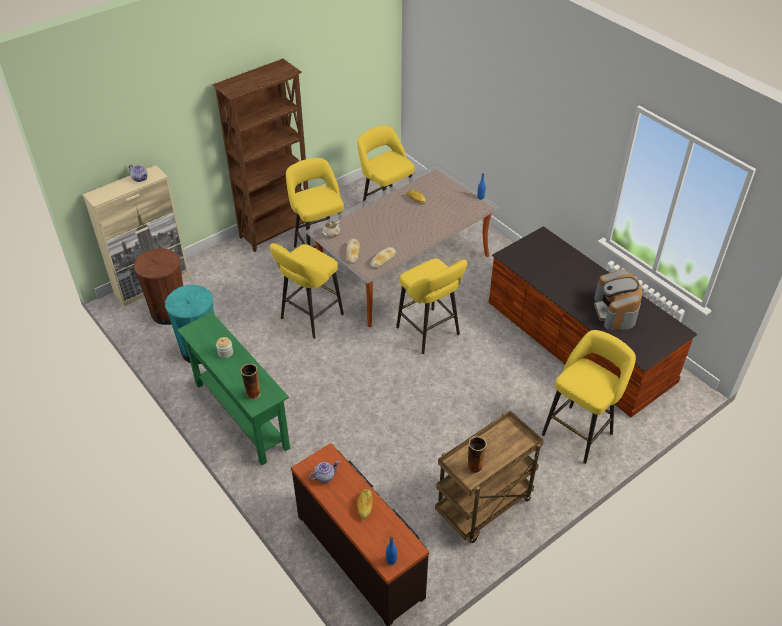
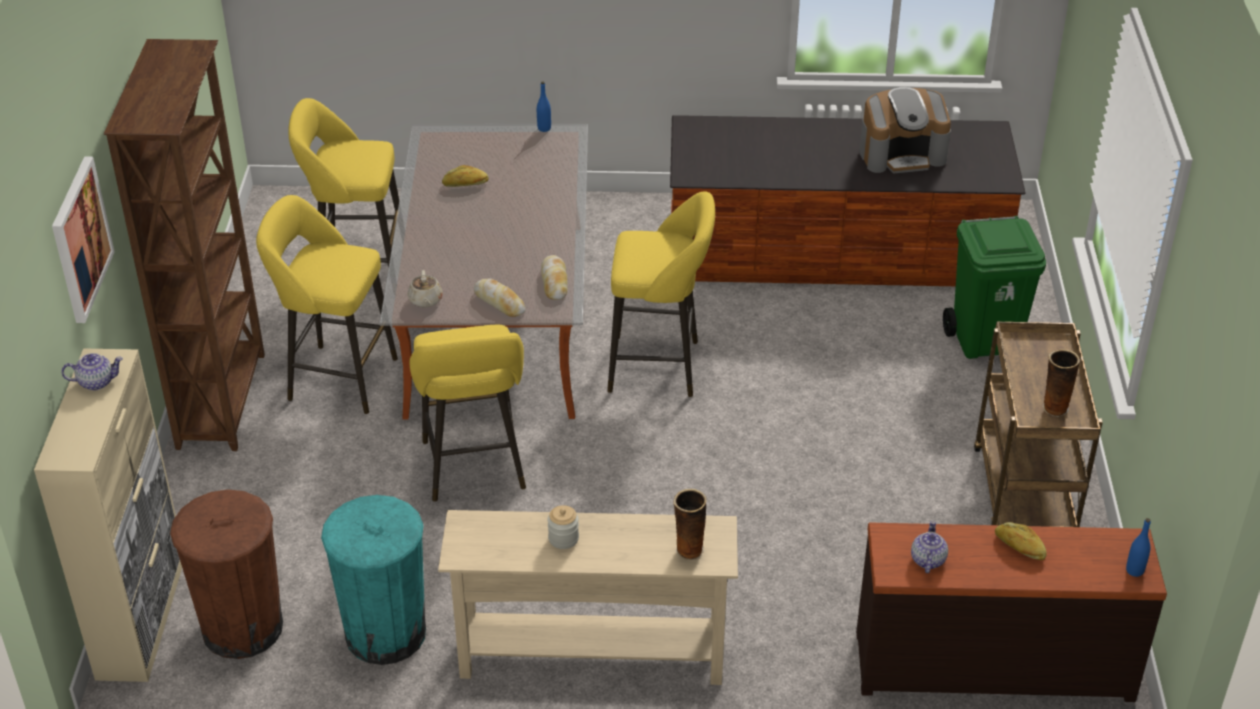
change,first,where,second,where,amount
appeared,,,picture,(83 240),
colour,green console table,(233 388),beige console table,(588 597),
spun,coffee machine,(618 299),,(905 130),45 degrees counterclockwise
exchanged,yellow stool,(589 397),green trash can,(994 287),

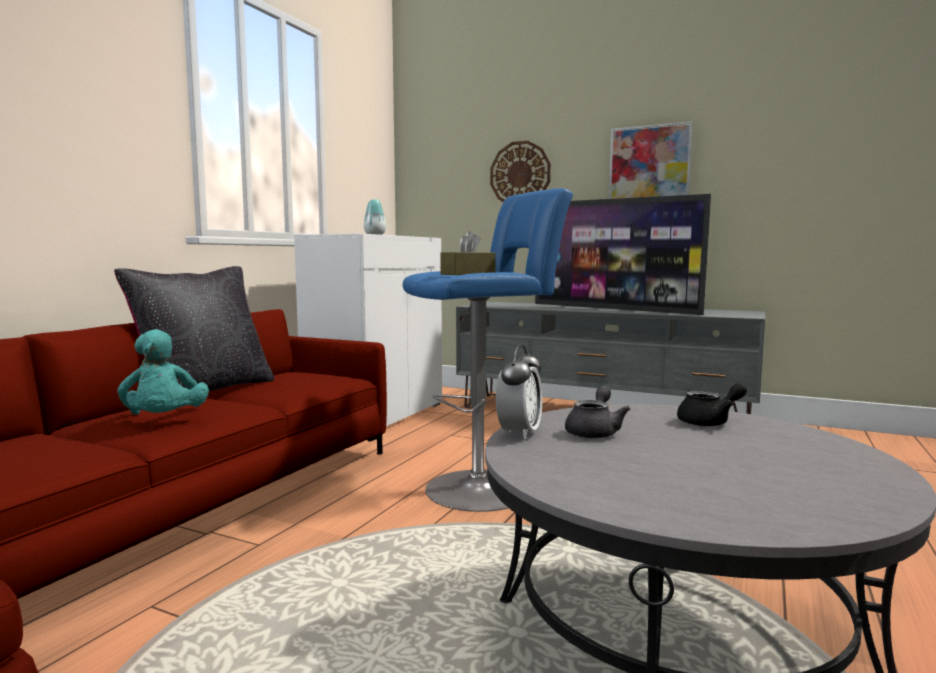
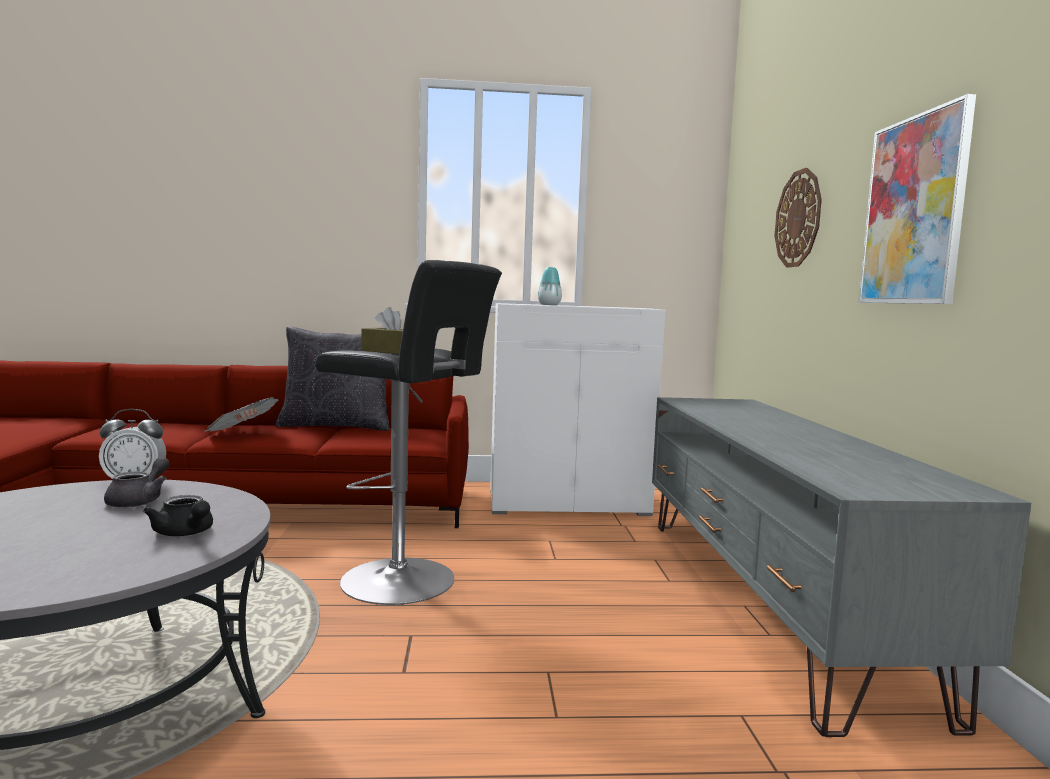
change,first,where,second,where,amount
spun,grey teapot,(597 412),,(137 482),75 degrees counterclockwise
exchanged,turquoise plush toy,(163 372),newspaper,(241 414),
colour,blue stool,(488 350),black stool,(408 432),
missing,television,(623 254),,,

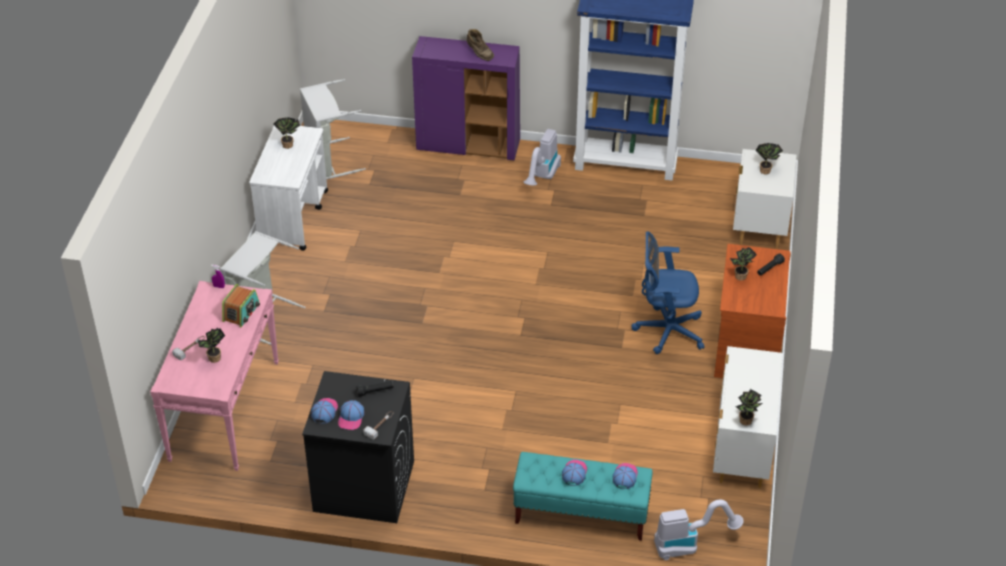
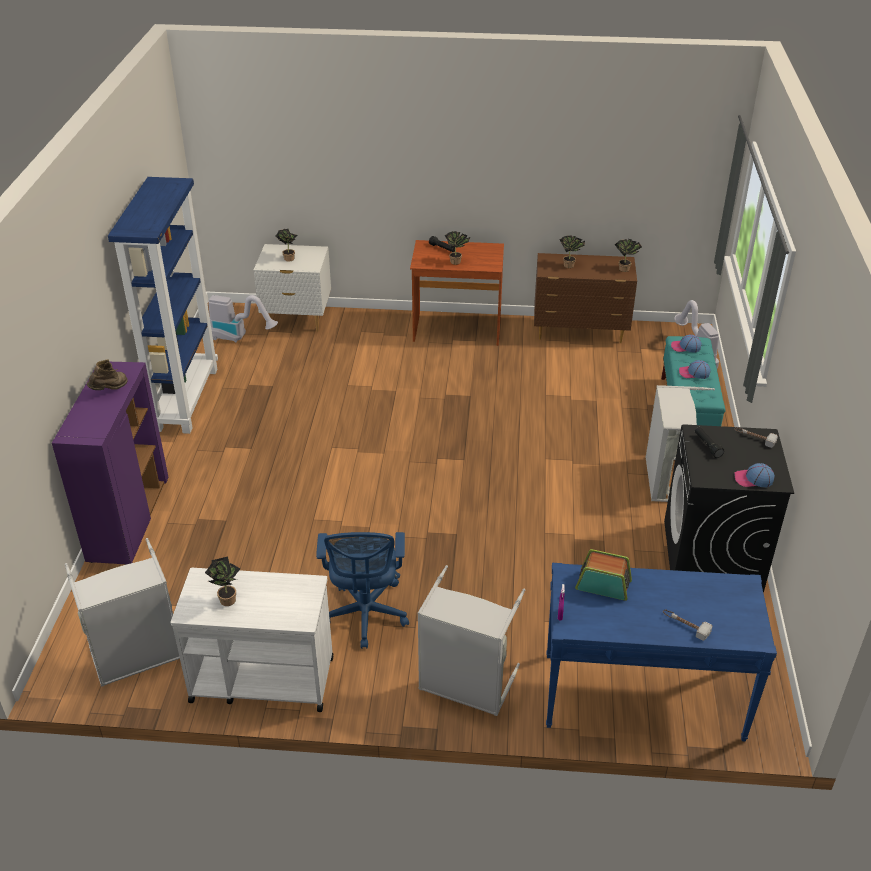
change,first,where,second,where,amount
relocated,vacuum cleaner,(542 157),,(243 318),
relocated,blue office chair,(667 293),,(362 590),
colour,white dresser,(748 417),brown dresser,(585 298),
colour,pink console table,(214 376),blue console table,(661 652),
relocated,potted plant,(211 345),,(572 251),
appeared,,,grey laundry basket,(680 443),
missing,cap,(351 415),,,

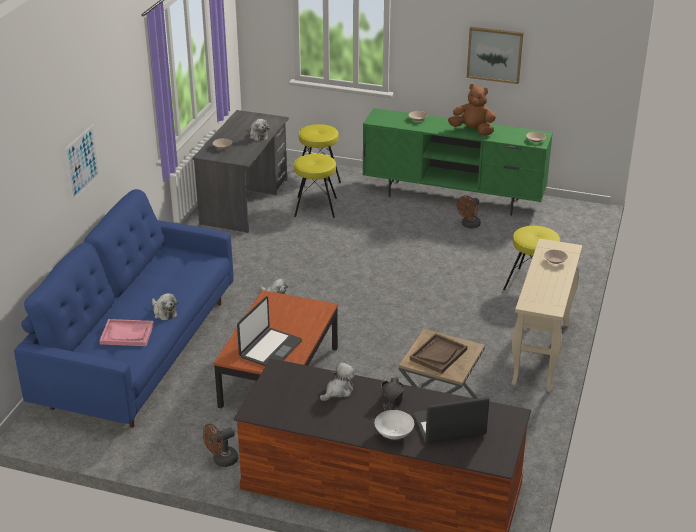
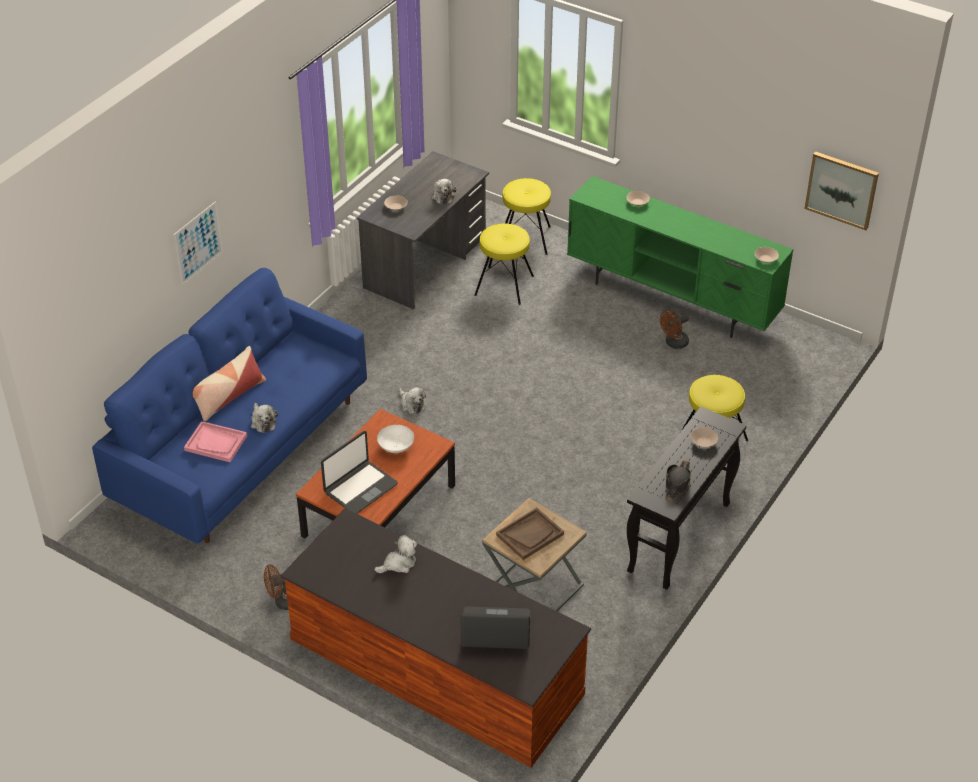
change,first,where,second,where,amount
appeared,,,pillow,(229 383),
relocated,white bowl,(394 424),,(395 439),
colour,beige console table,(547 315),black console table,(687 498),
relocated,black hat,(392 394),,(678 481),
relocated,picture,(495 55),,(842 190),
missing,brown plush toy,(472 110),,,

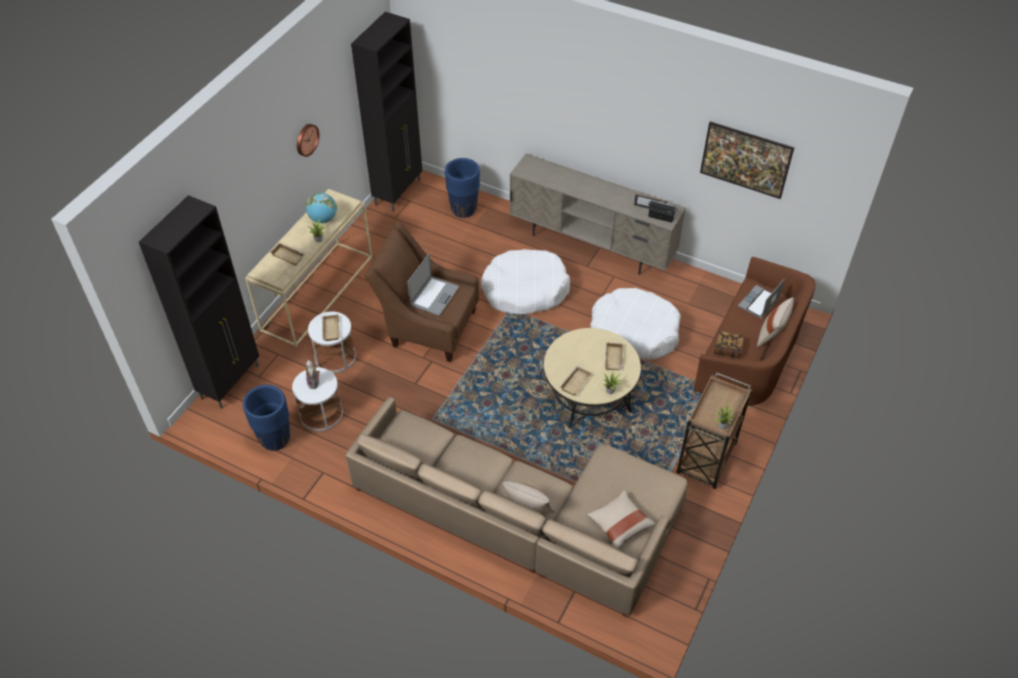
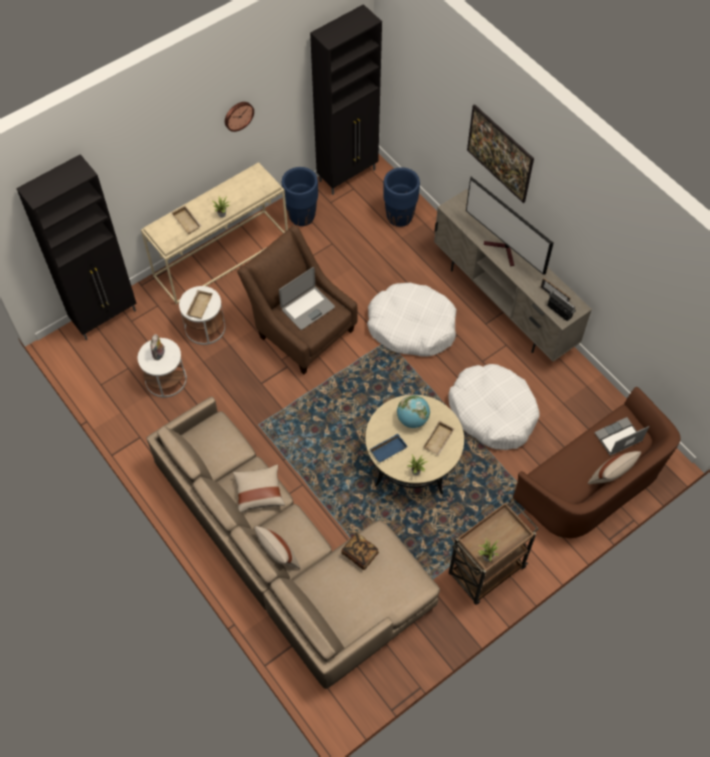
change,first,where,second,where,amount
relocated,beige pillow,(621 519),,(259 488),
relocated,blue planter,(266 418),,(300 196),
relocated,book,(729 344),,(360 551),
colour,beige tray,(575 381),blue tray,(388 448),
relocated,globe,(321 208),,(413 411),
appeared,,,television,(510 225),
relocated,picture,(747 160),,(500 153),

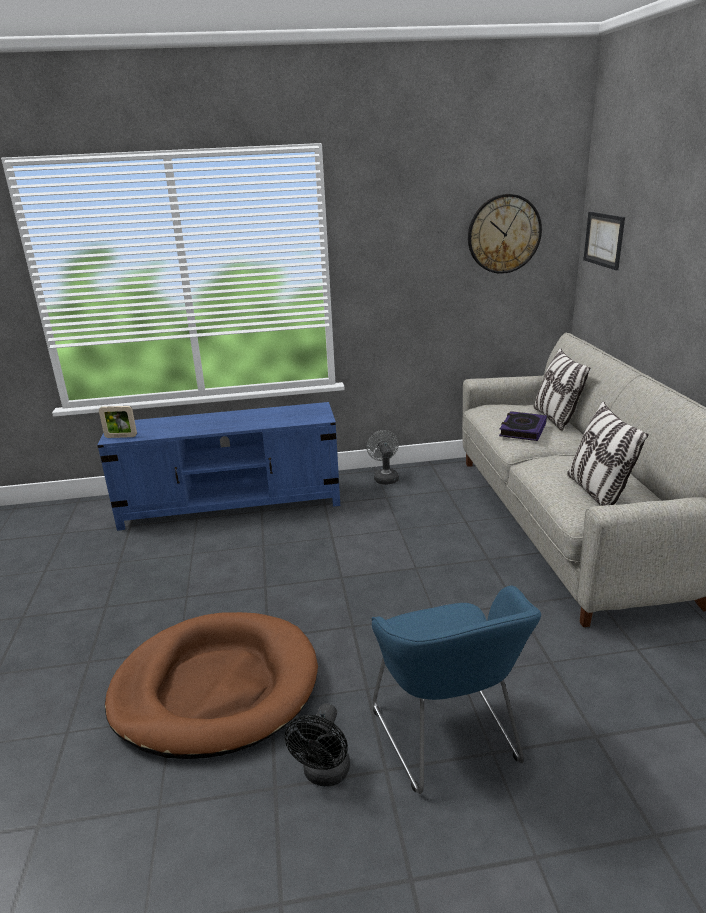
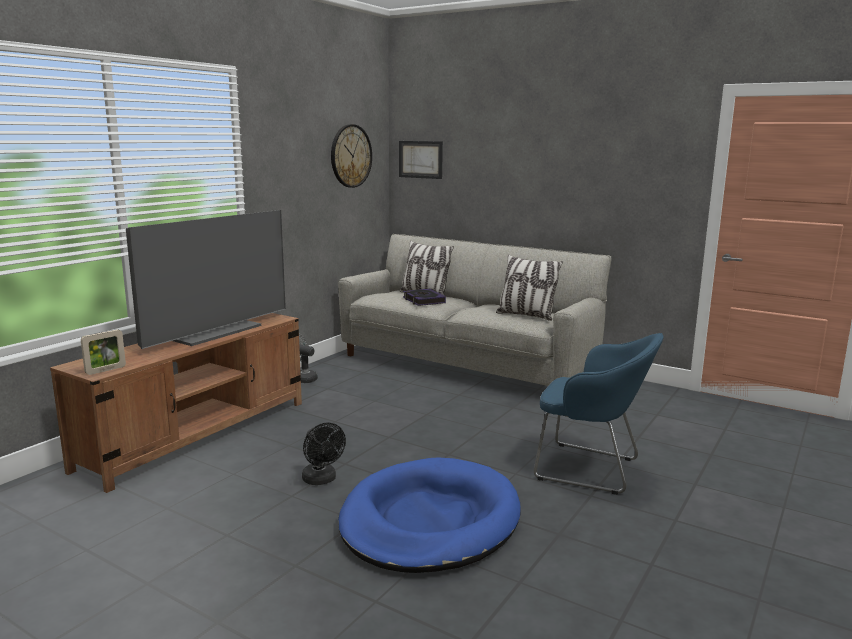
change,first,where,second,where,amount
colour,blue tv stand,(218 466),brown tv stand,(176 403),
appeared,,,television,(206 279),
relocated,black fan,(317 744),,(324 453),
colour,brown dog bed,(211 685),blue dog bed,(429 515),

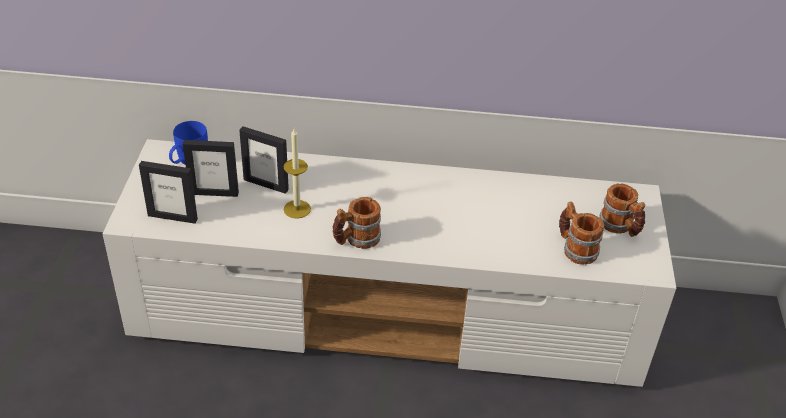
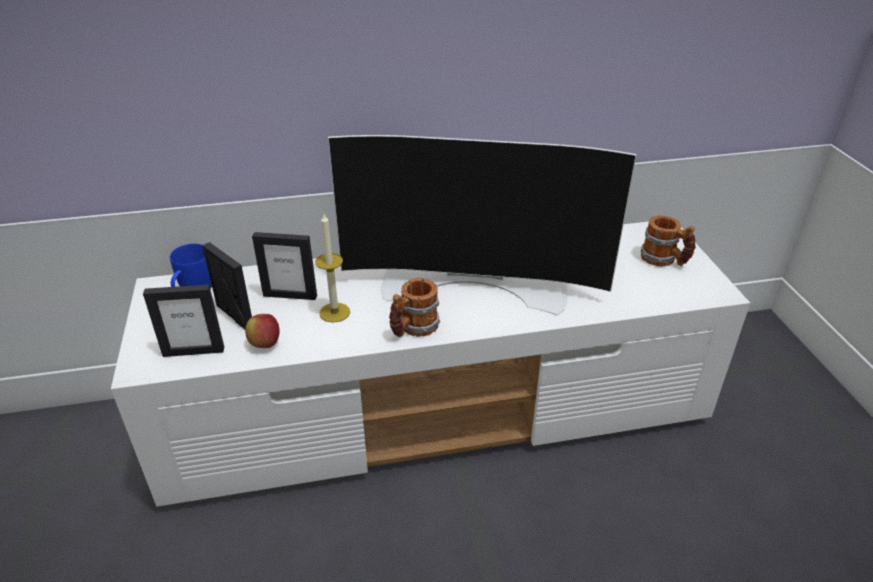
change,first,where,second,where,amount
spun,picture frame,(211 168),,(227 285),120 degrees counterclockwise
appeared,,,apple,(262 331),
appeared,,,television,(482 225),
missing,mug,(581 233),,,

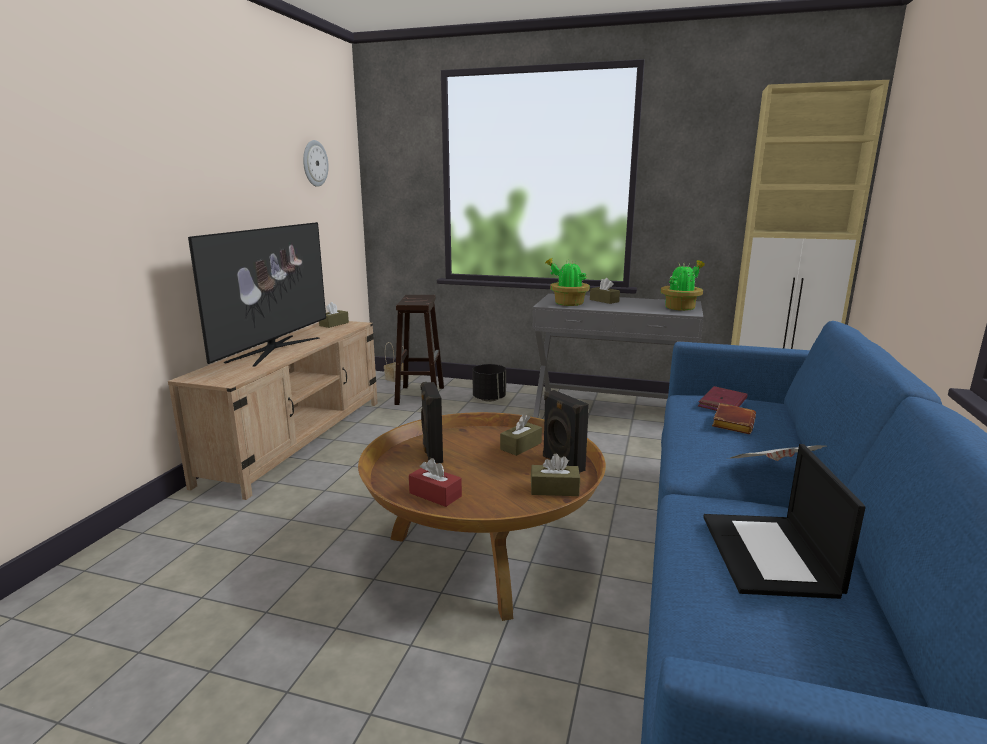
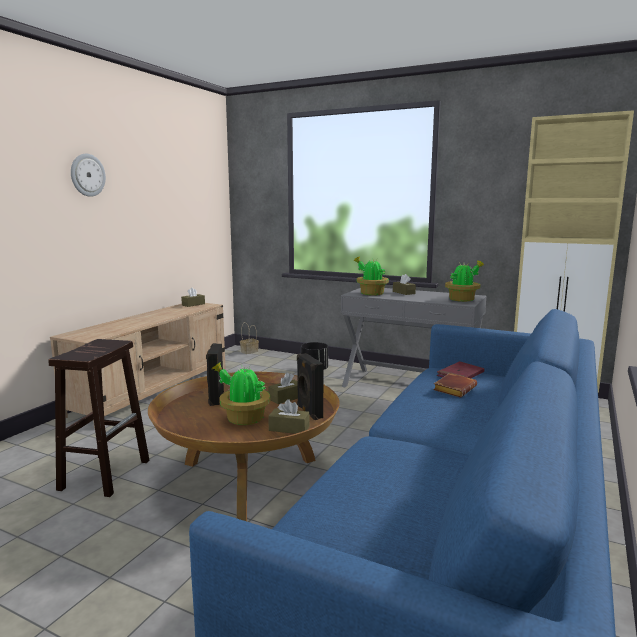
change,first,where,second,where,amount
relocated,brown stool,(419 350),,(98 418),
relocated,wall clock,(316 163),,(88 175),
appeared,,,potted plant,(241 393),
missing,television,(257 294),,,
missing,red tissue box,(435 482),,,
missing,laptop,(784 521),,,
missing,newspaper,(777 453),,,

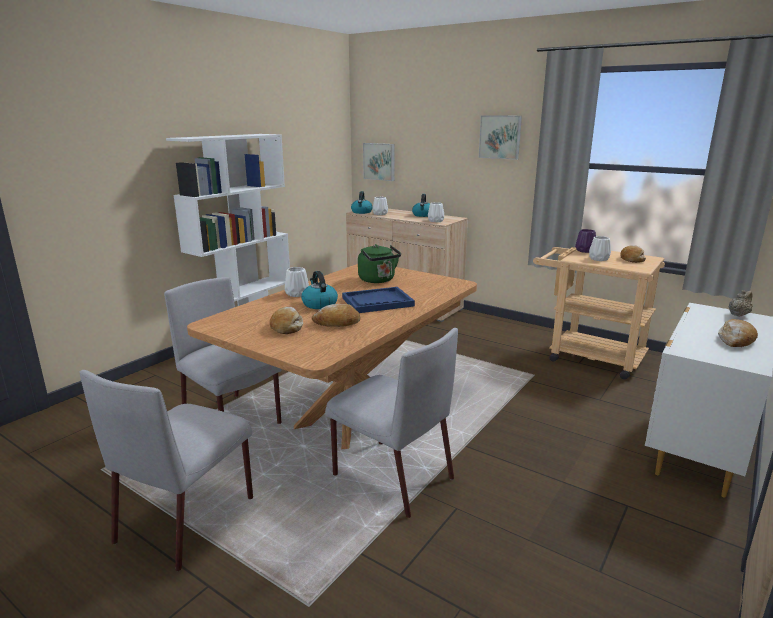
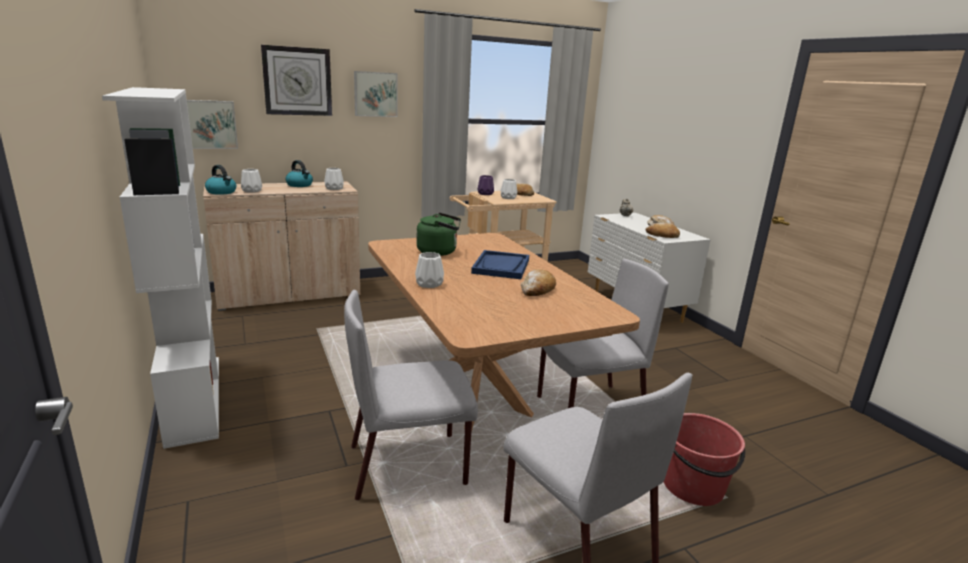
change,first,where,second,where,amount
appeared,,,wall clock,(296 80),
relocated,bread,(286 320),,(663 230),
appeared,,,red bucket,(704 459),
missing,kettle,(319 290),,,

